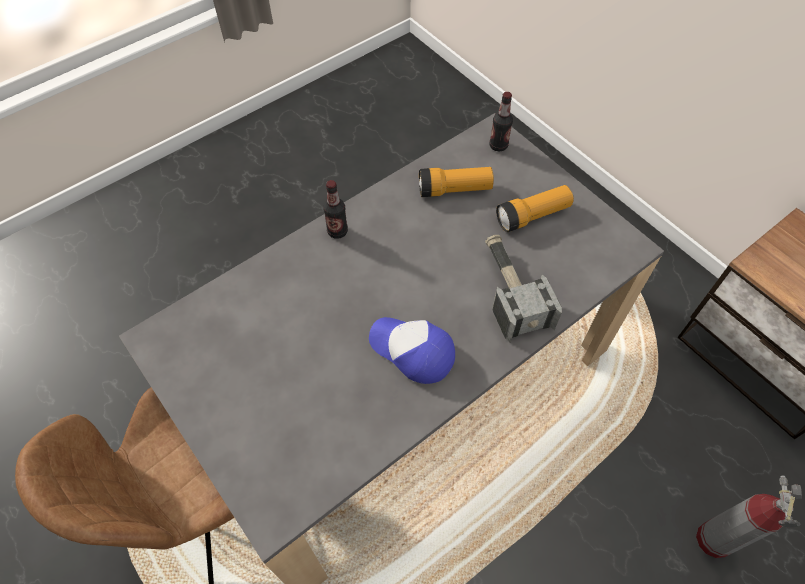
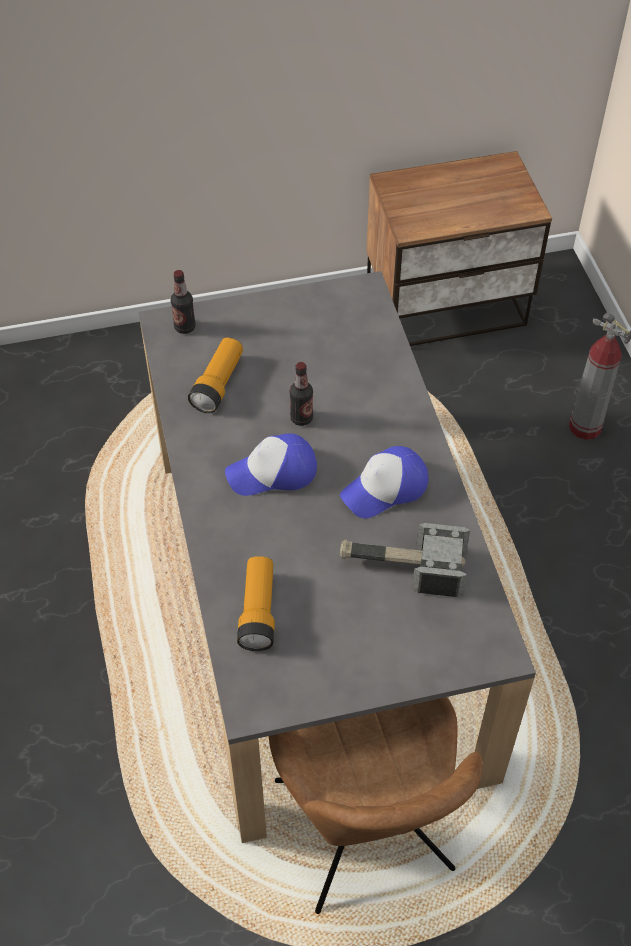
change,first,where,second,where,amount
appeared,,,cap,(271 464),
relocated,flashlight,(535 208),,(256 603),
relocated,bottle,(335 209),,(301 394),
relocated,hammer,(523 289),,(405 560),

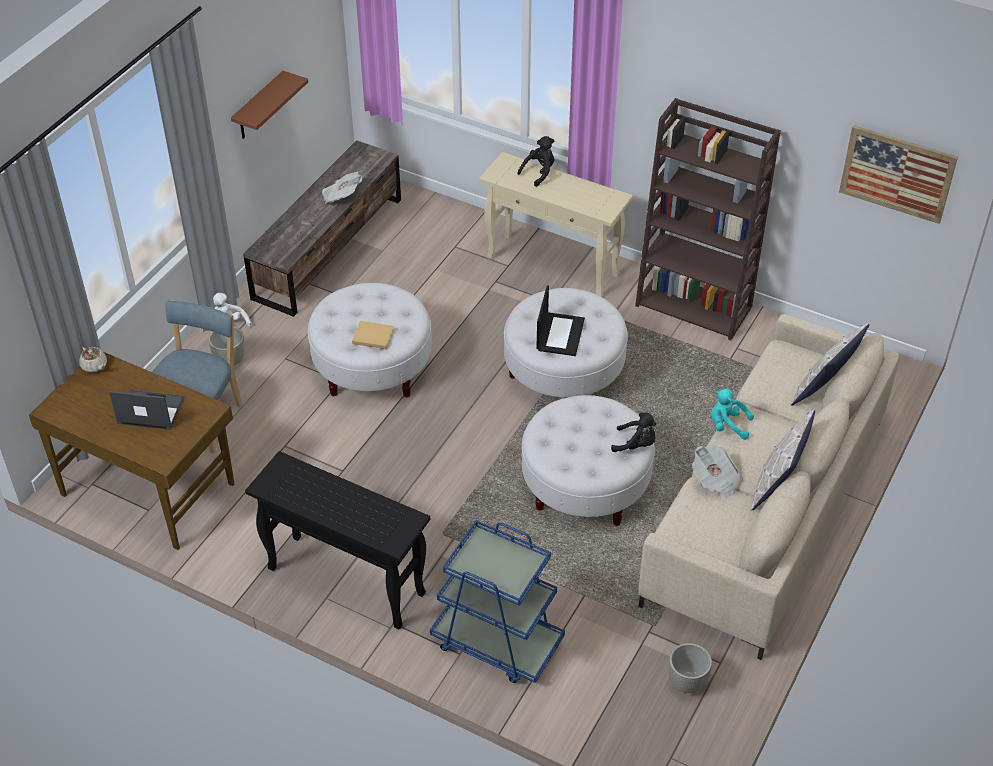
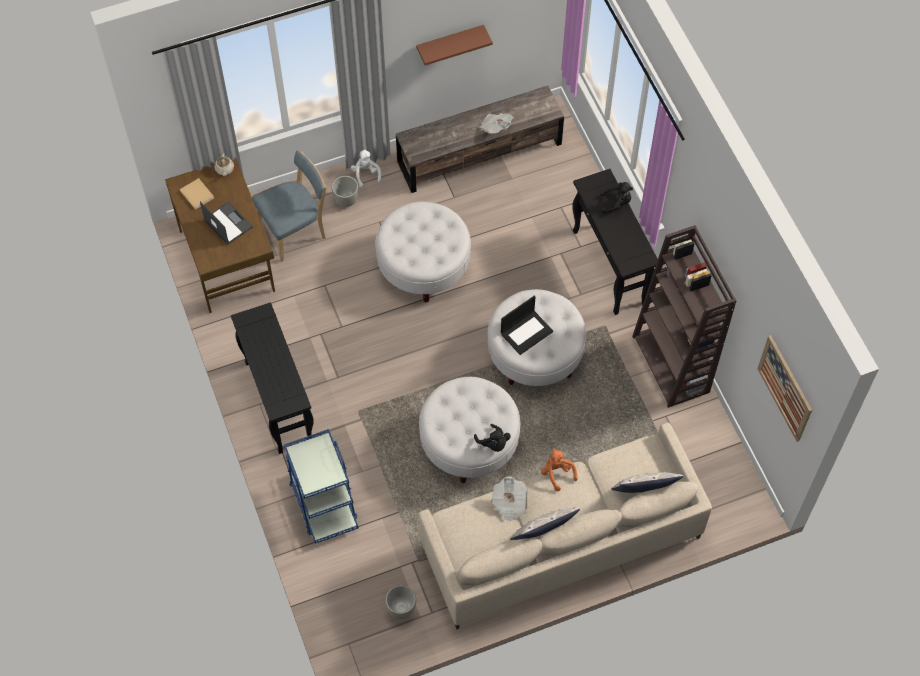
change,first,where,second,where,amount
relocated,beige book,(373 335),,(197 194),
colour,turquoise plush toy,(732 414),orange plush toy,(559 469),
colour,beige console table,(556 224),black console table,(615 242),

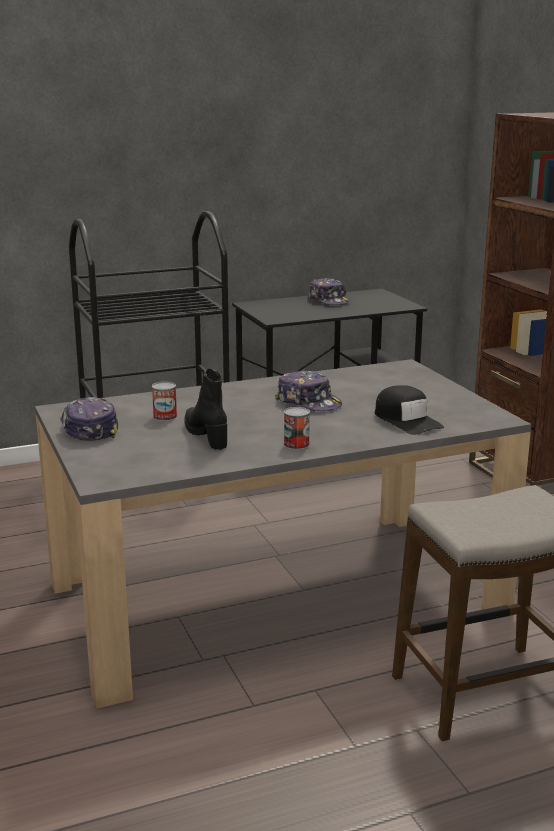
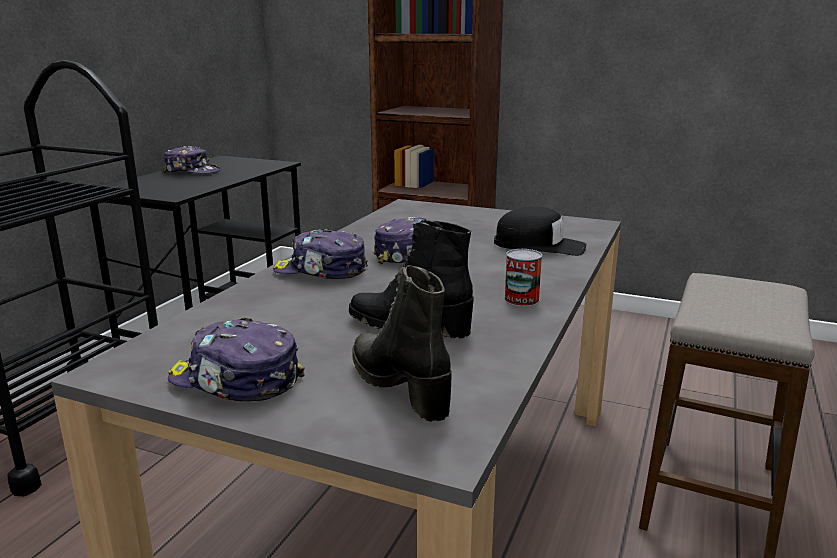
change,first,where,second,where,amount
appeared,,,cap,(320 253),
appeared,,,black boot,(402 343),
missing,can,(164 401),,,

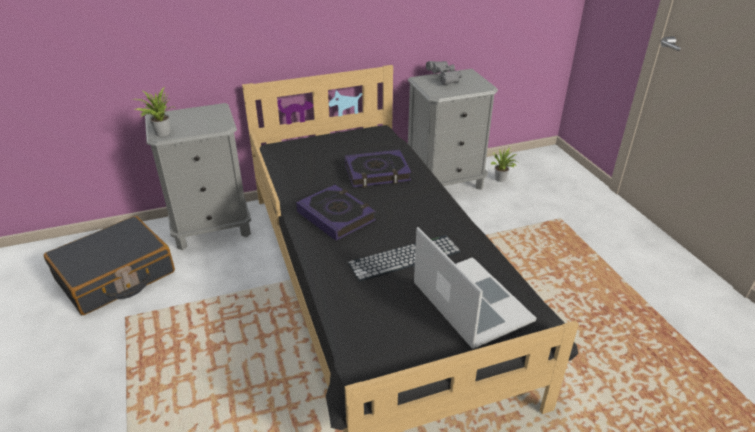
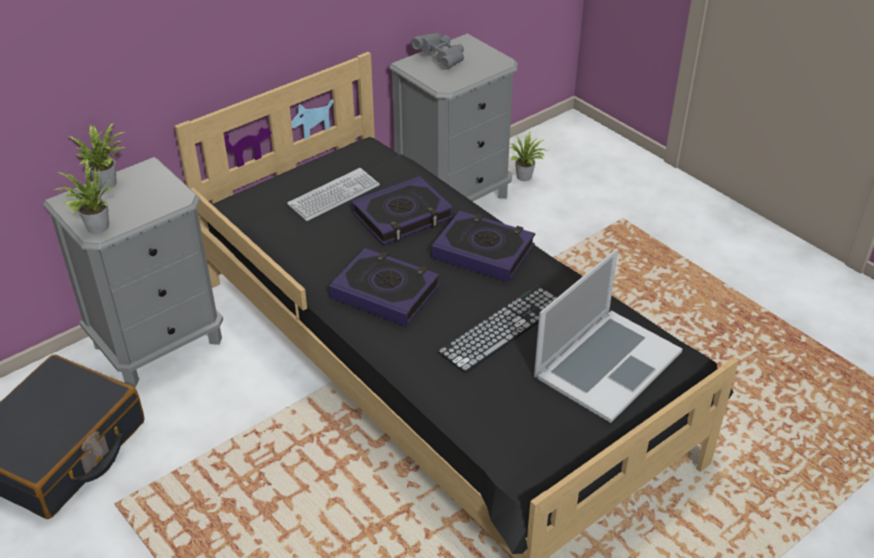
change,first,where,second,where,amount
appeared,,,potted plant,(96 156),
appeared,,,keyboard,(333 194),
appeared,,,book,(483 246),
spun,laptop,(475 288),,(608 336),90 degrees clockwise

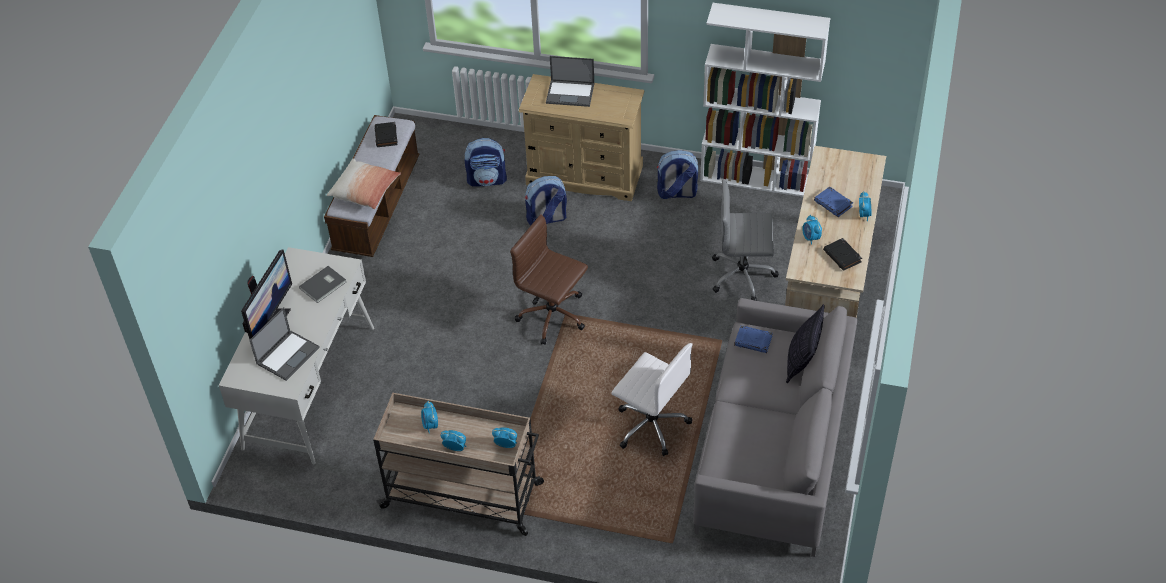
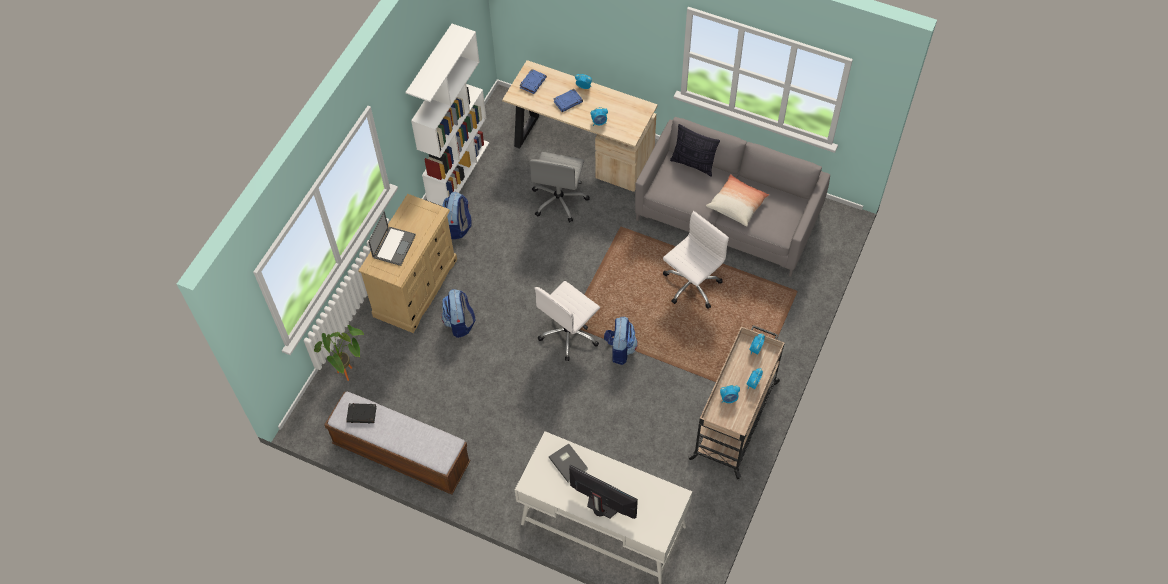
change,first,where,second,where,amount
appeared,,,potted plant,(339 353),
relocated,blue book,(753 339),,(533 81),
colour,brown office chair,(549 279),white office chair,(567 321),
relocated,backpack,(486 162),,(621 341),
relocated,pillow,(364 184),,(737 200),
missing,laptop,(285 344),,,
missing,black book,(842 254),,,

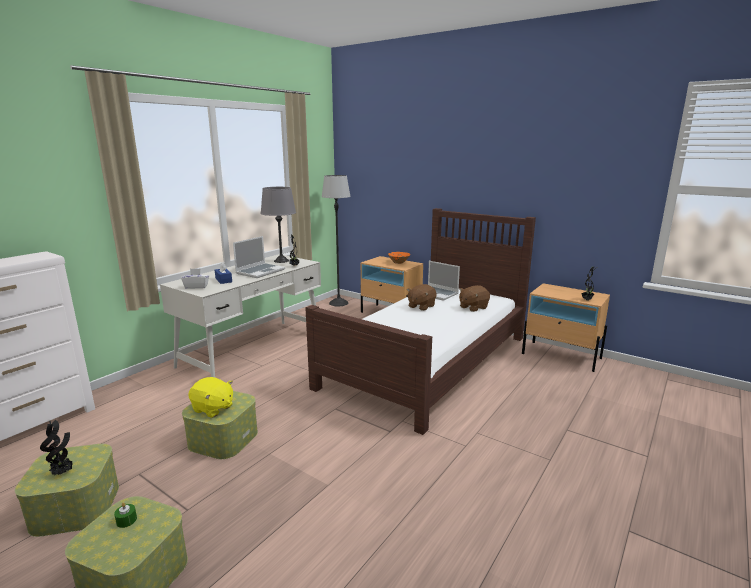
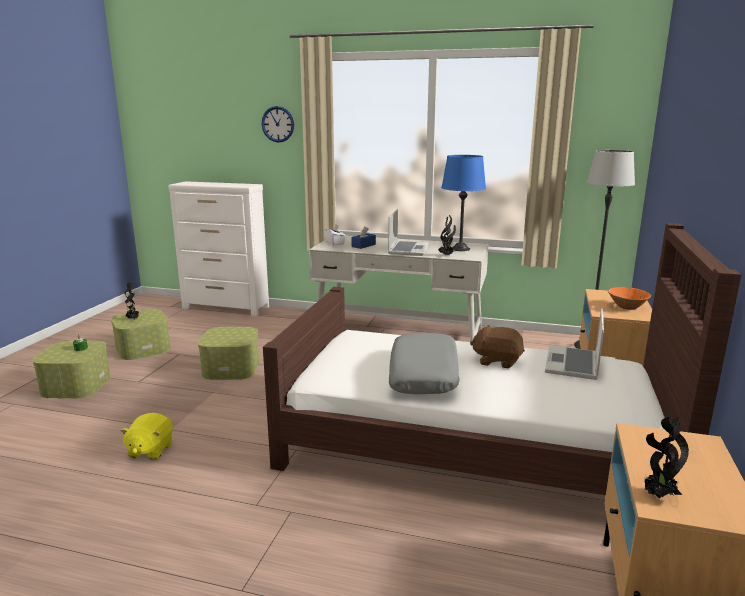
change,first,where,second,where,amount
relocated,yellow plush toy,(210 397),,(146 436),
appeared,,,wall clock,(278 124),
spun,laptop,(259 257),,(408 232),90 degrees counterclockwise
appeared,,,grey pillow,(424 363),
colour,grey table lamp,(278 225),blue table lamp,(463 203),
missing,brown plush toy,(474 298),,,

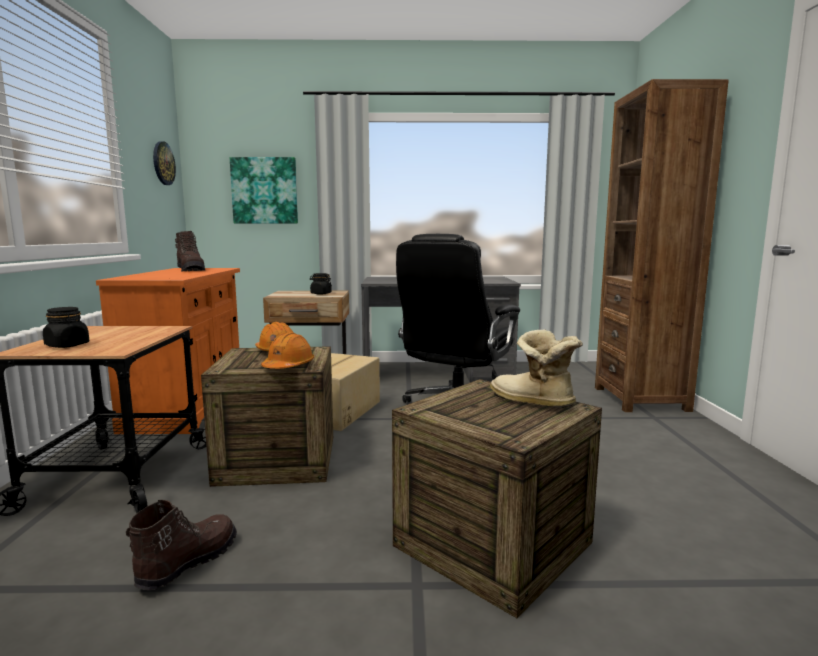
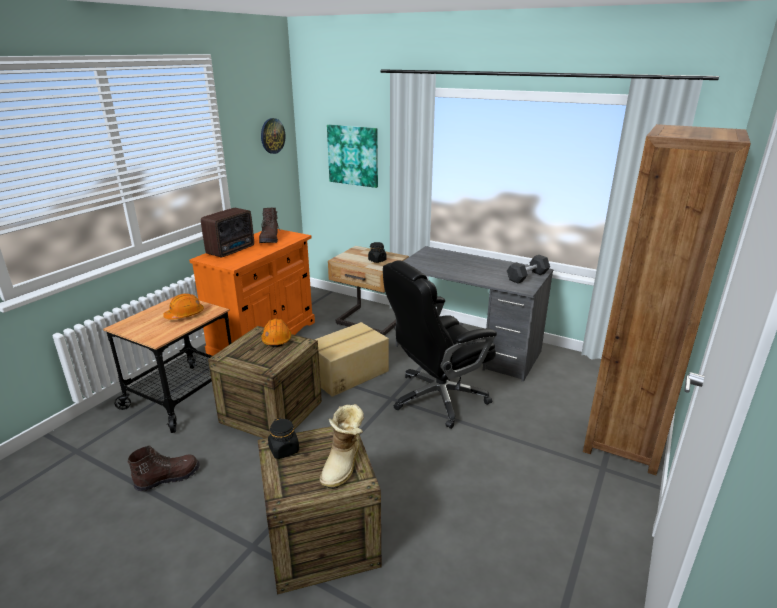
change,first,where,second,where,amount
relocated,orange hard hat,(287 351),,(183 307),
appeared,,,radio,(227 232),
relocated,black jar,(66 327),,(283 438),
spun,boot,(536 369),,(341 446),150 degrees counterclockwise
appeared,,,black dumbbell,(528 269),

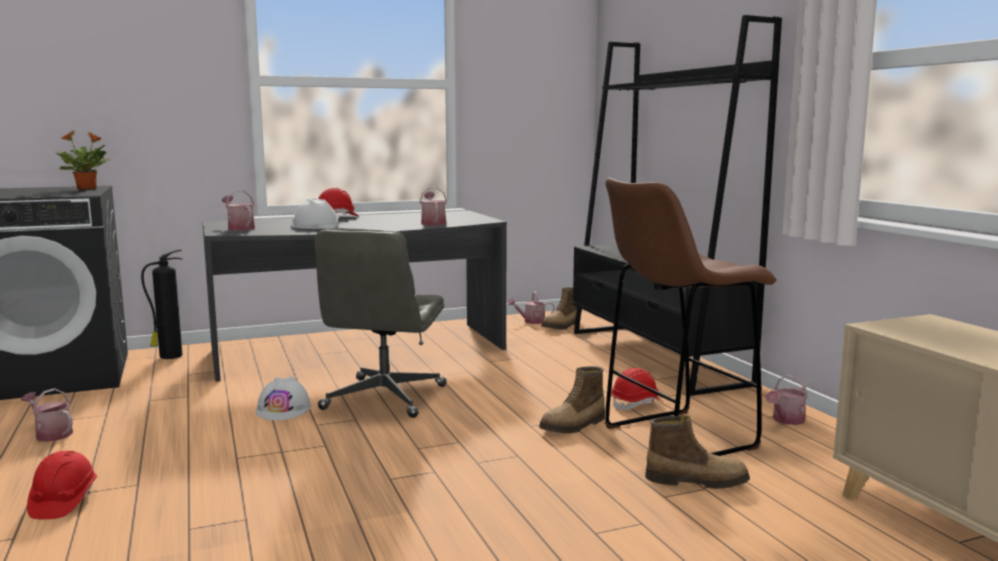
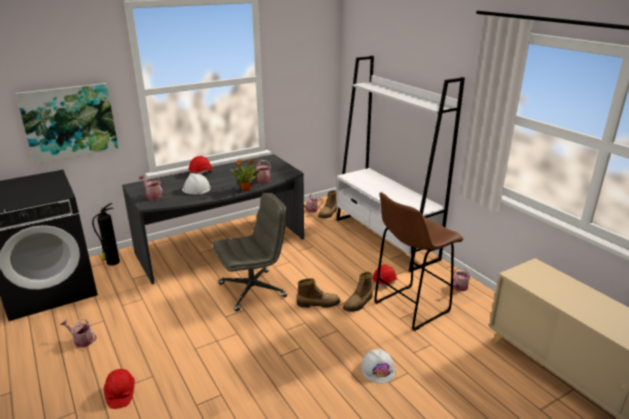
change,first,where,second,where,amount
appeared,,,picture,(67 123),
spun,grey office chair,(381 323),,(250 252),120 degrees counterclockwise
relocated,potted plant,(83 160),,(245 175),
relocated,boot,(697 452),,(318 293),
colour,black bookcase,(677 205),white bookcase,(400 164),
relocated,white hard hat,(283 398),,(378 366),

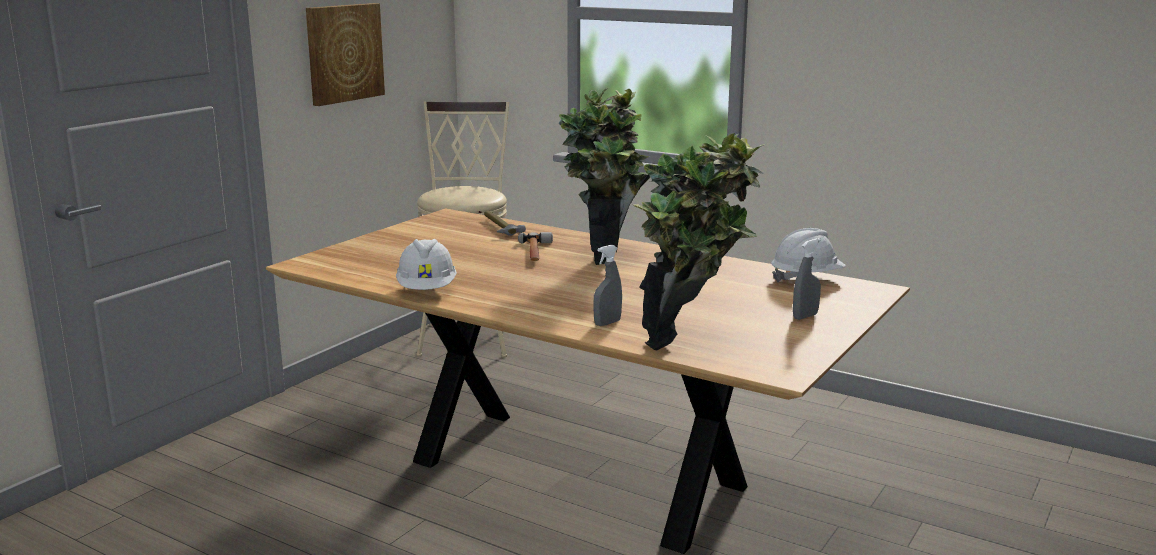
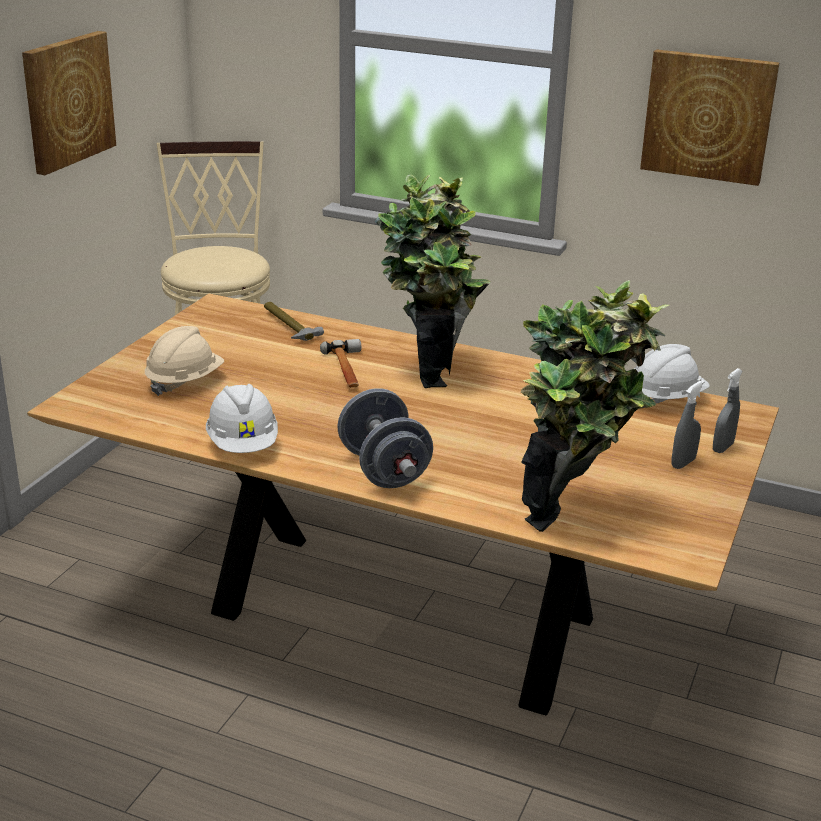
change,first,where,second,where,amount
appeared,,,beige hard hat,(184 361),
appeared,,,grey dumbbell,(385 438),
appeared,,,picture,(709 117),
relocated,grey spray bottle,(607 285),,(727 410),

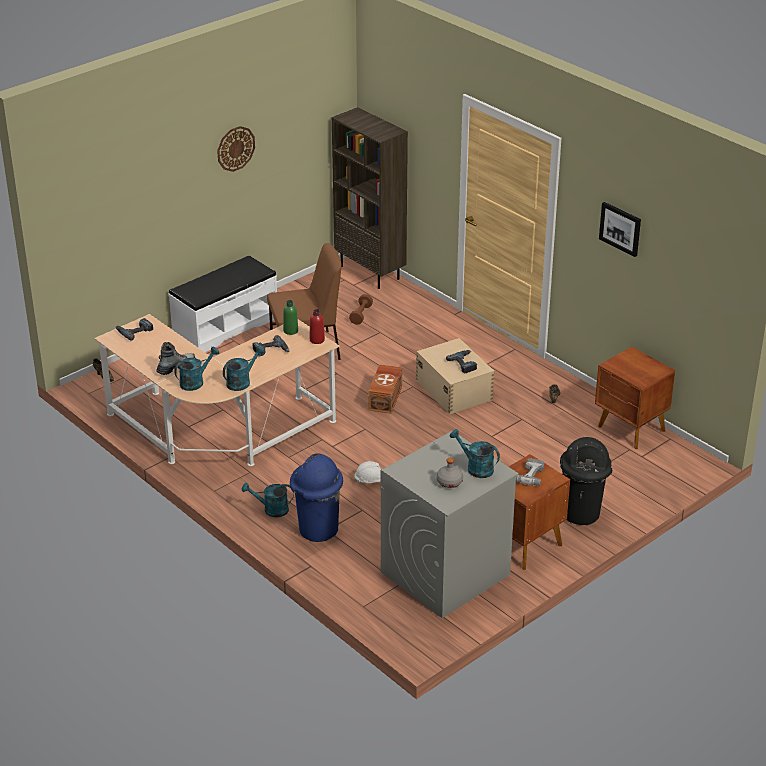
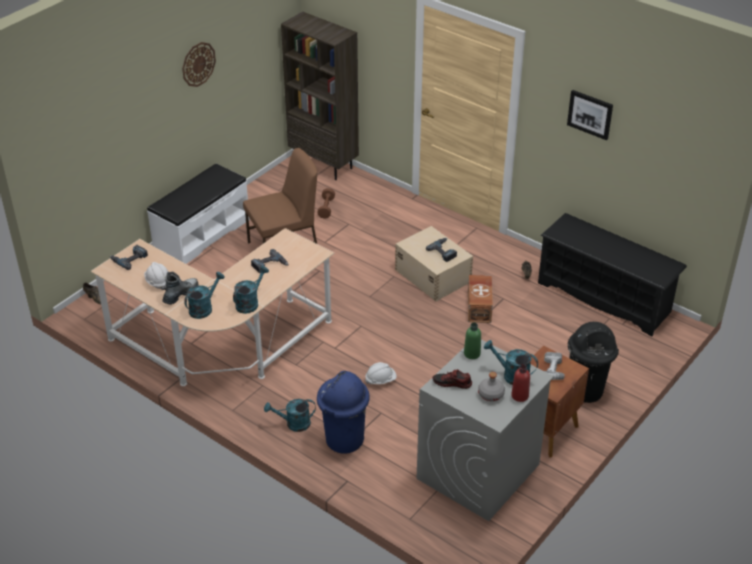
change,first,where,second,where,amount
appeared,,,white hard hat,(156 276),
appeared,,,shoe,(452 379),
relocated,green bottle,(290 317),,(472 341),
relocated,brown storage box,(385 389),,(480 299),
relocated,red bottle,(317 326),,(520 383),
exchanged,brown nightstand,(635 398),black shoe rack,(612 274),

